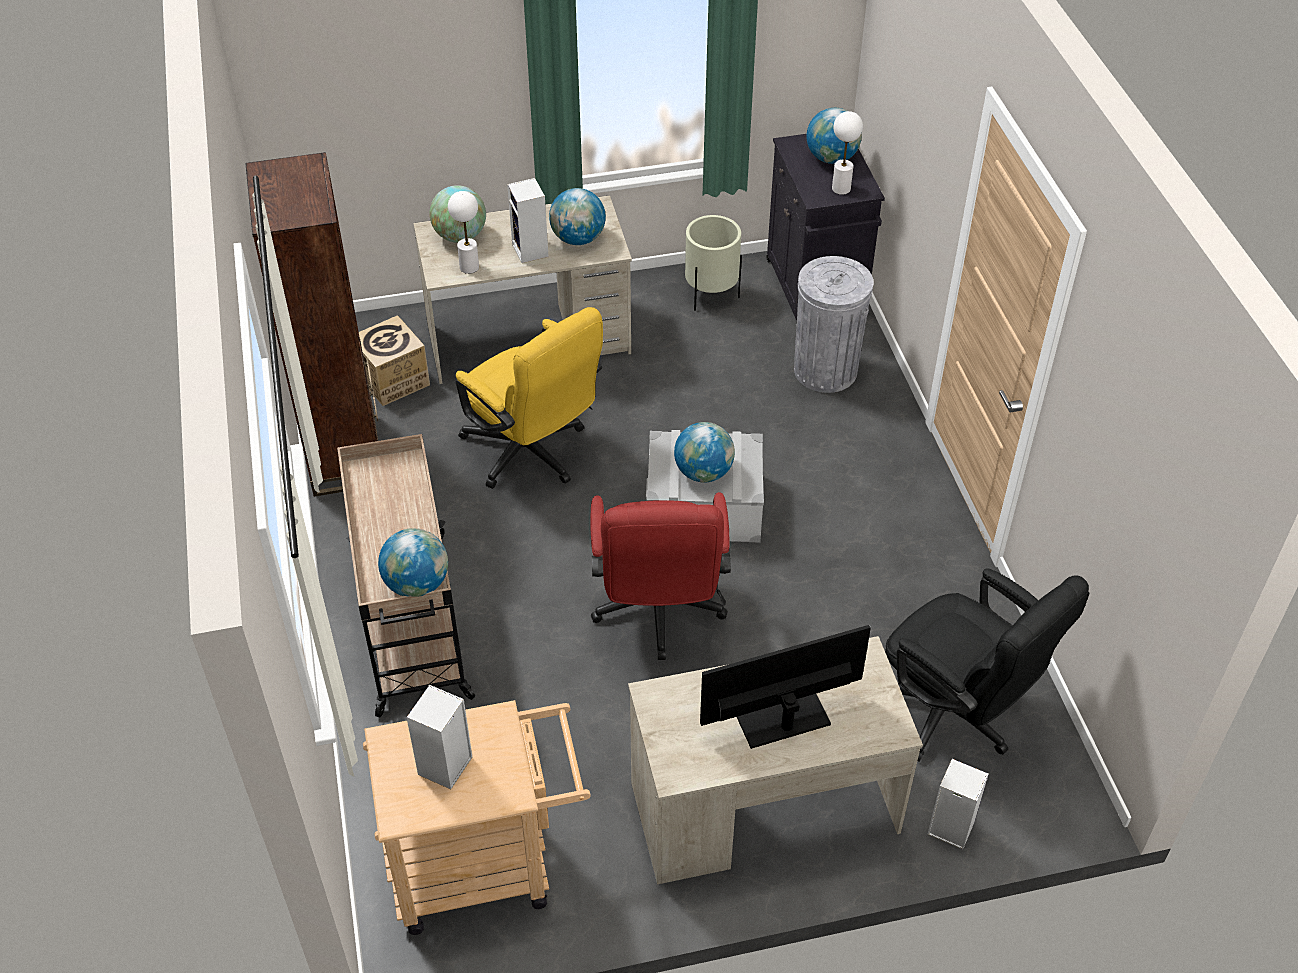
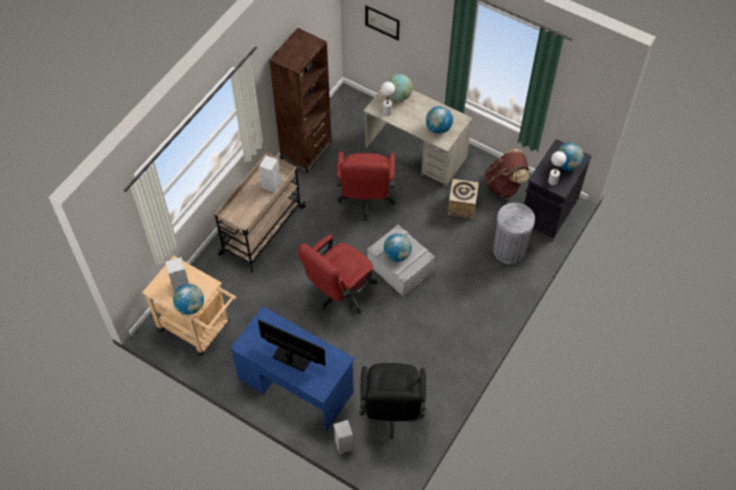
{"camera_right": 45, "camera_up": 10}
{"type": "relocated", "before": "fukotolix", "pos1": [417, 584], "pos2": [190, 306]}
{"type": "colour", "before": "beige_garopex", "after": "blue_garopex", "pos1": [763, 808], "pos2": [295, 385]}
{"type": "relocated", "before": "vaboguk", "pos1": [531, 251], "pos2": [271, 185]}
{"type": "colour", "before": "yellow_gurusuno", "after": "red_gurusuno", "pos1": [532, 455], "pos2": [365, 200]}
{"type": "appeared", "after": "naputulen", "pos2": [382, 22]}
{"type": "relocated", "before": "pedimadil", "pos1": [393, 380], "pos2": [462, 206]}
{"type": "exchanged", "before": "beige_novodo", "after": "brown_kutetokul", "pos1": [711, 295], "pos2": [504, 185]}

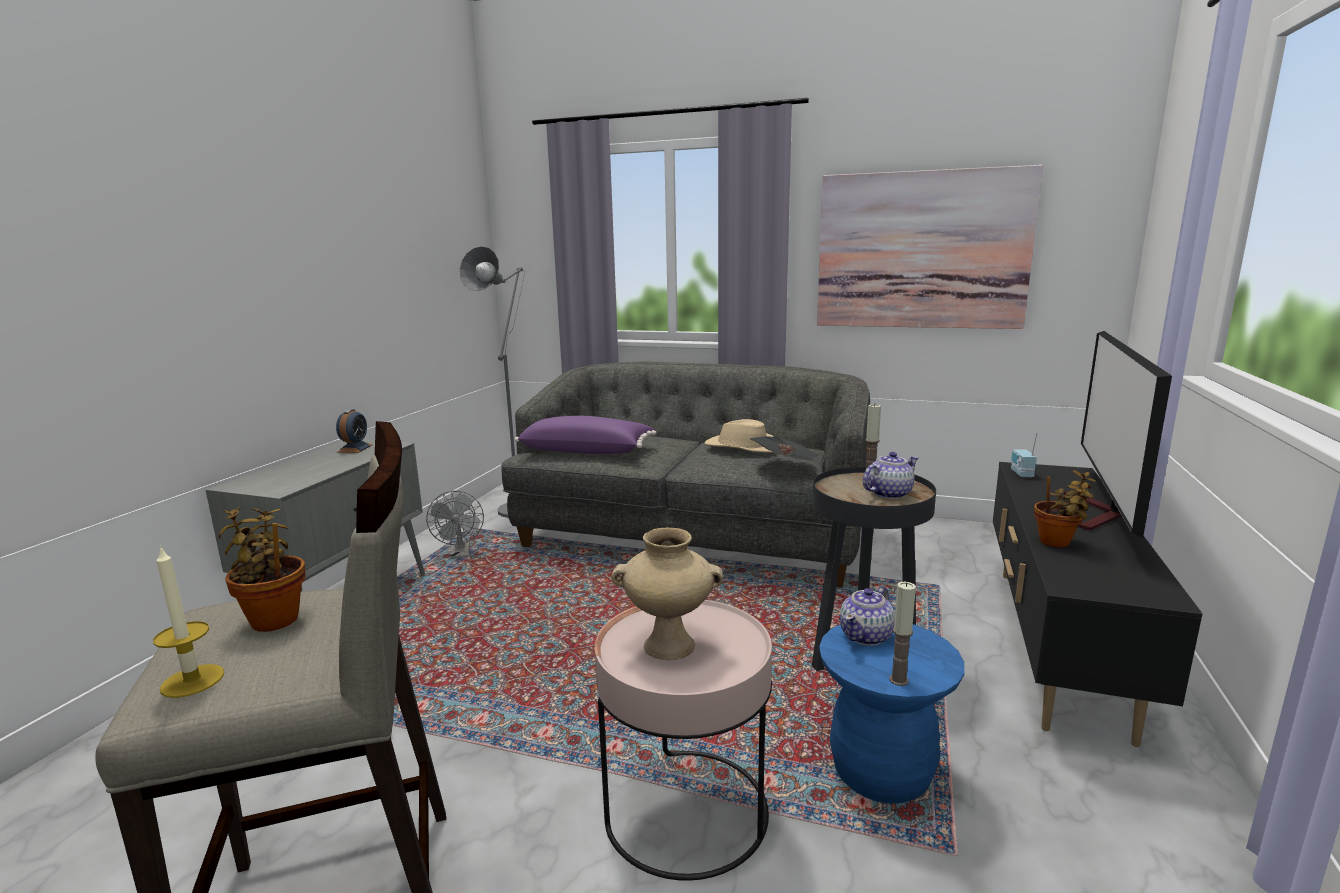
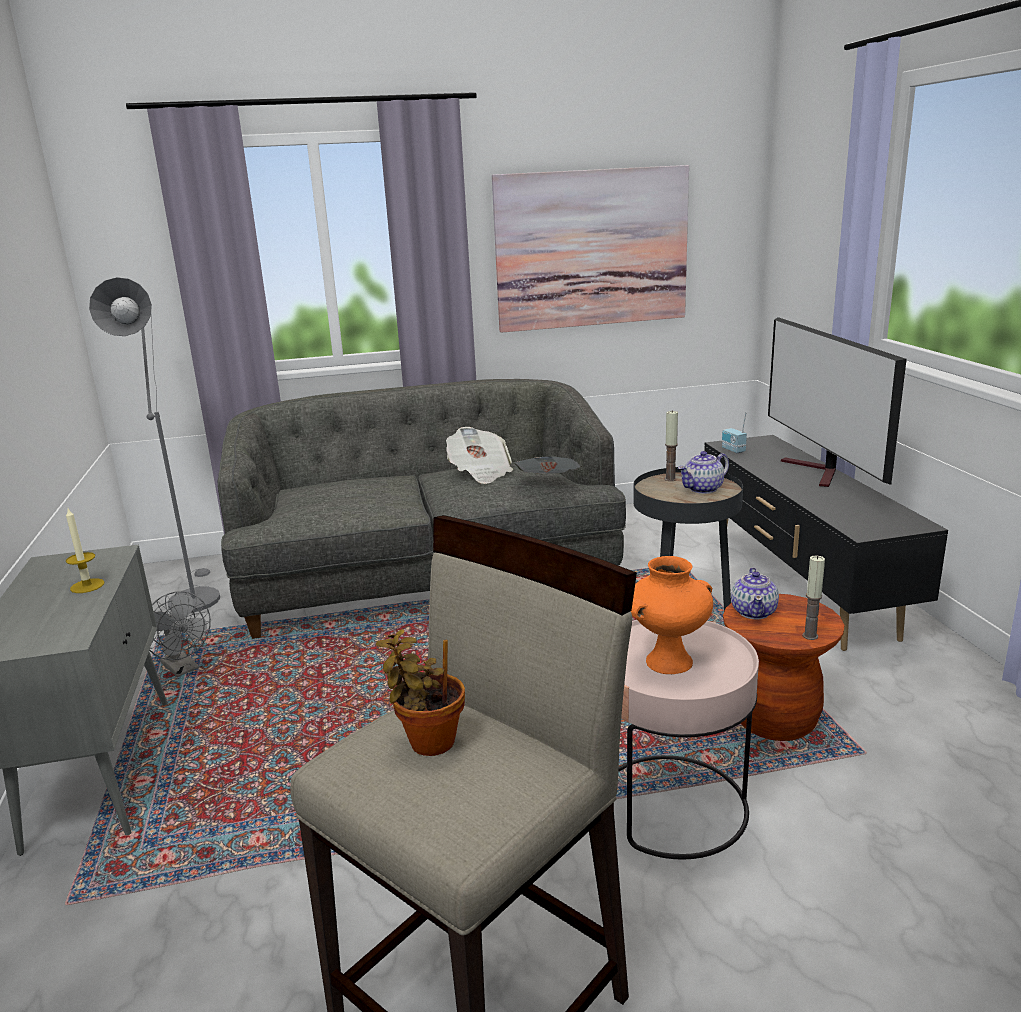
{"camera_right": -30, "camera_up": 5}
{"type": "relocated", "before": "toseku", "pos1": [192, 681], "pos2": [87, 586]}
{"type": "exchanged", "before": "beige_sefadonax", "after": "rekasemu", "pos1": [742, 447], "pos2": [480, 472]}
{"type": "colour", "before": "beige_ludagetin", "after": "orange_ludagetin", "pos1": [670, 645], "pos2": [669, 661]}
{"type": "spun", "before": "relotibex", "pos1": [889, 493], "pos2": [703, 489], "turn": -150}
{"type": "colour", "before": "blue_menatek", "after": "brown_menatek", "pos1": [881, 773], "pos2": [774, 721]}
{"type": "missing", "before": "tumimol", "pos1": [355, 448]}
{"type": "missing", "before": "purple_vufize", "pos1": [587, 451]}
{"type": "missing", "before": "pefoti", "pos1": [1057, 543]}

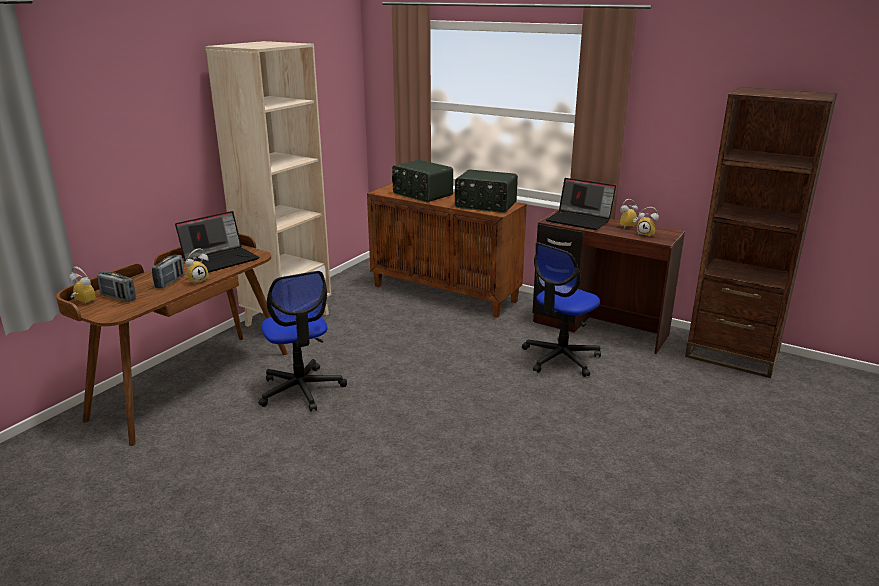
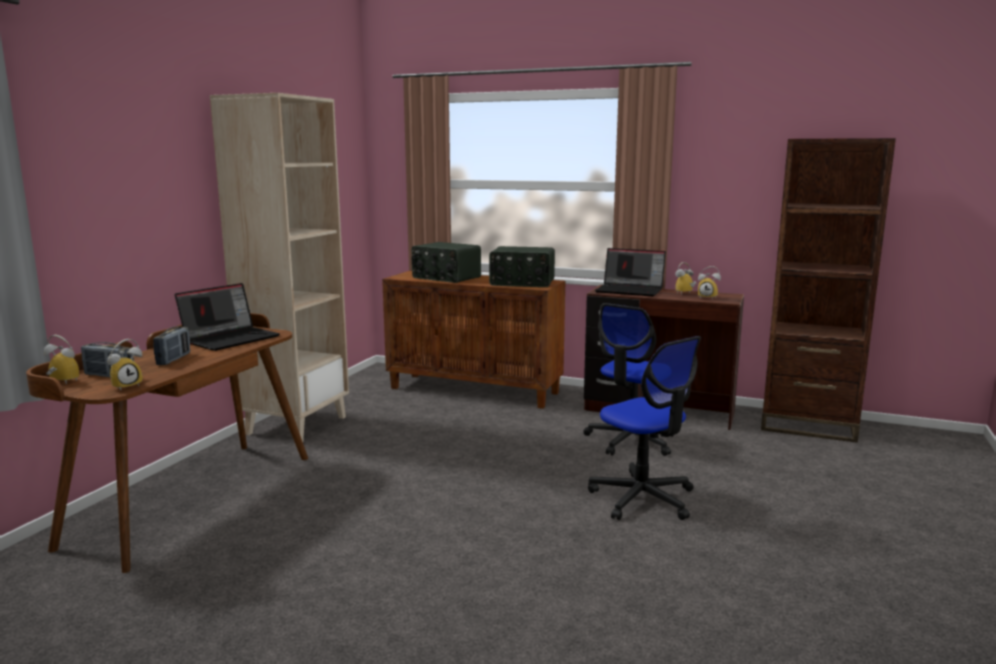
{"camera_right": -10, "camera_up": -10}
{"type": "relocated", "before": "tumimol", "pos1": [198, 280], "pos2": [126, 386]}
{"type": "relocated", "before": "gurusuno", "pos1": [301, 390], "pos2": [643, 498]}

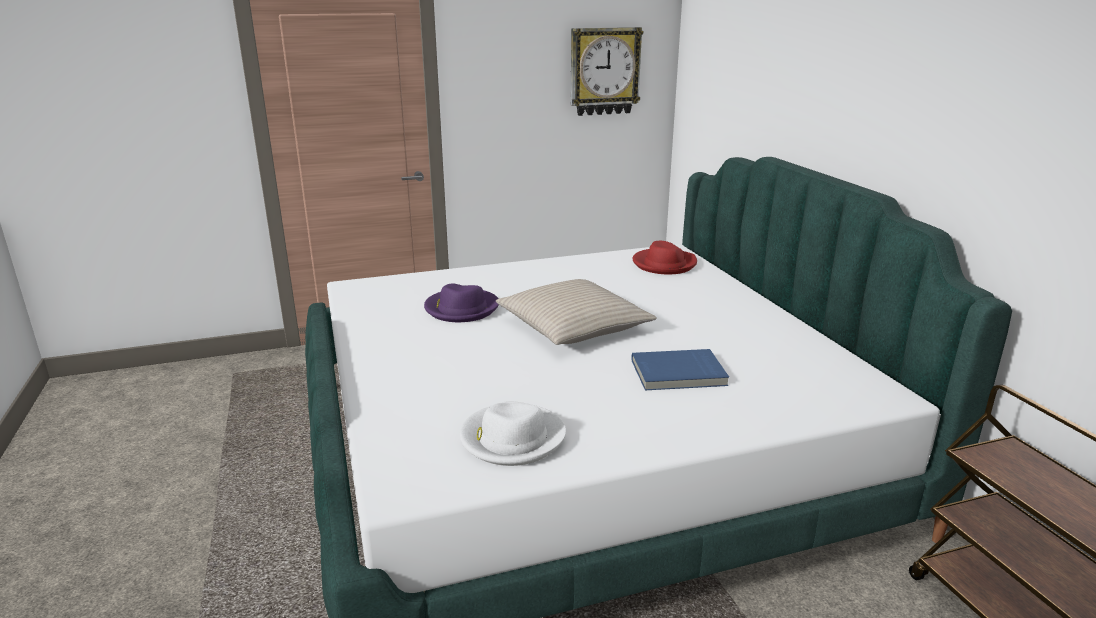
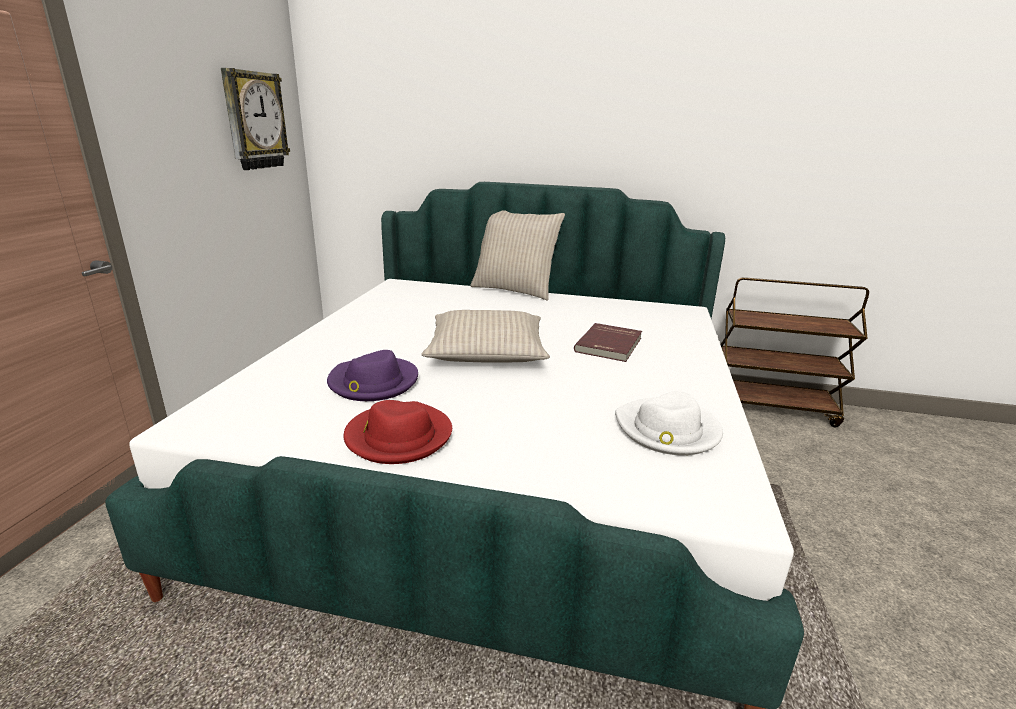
{"camera_right": -60, "camera_up": 0}
{"type": "relocated", "before": "red_sefadonax", "pos1": [664, 264], "pos2": [398, 437]}
{"type": "appeared", "after": "beige_vufize", "pos2": [514, 290]}
{"type": "colour", "before": "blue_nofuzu", "after": "red_nofuzu", "pos1": [678, 373], "pos2": [610, 345]}

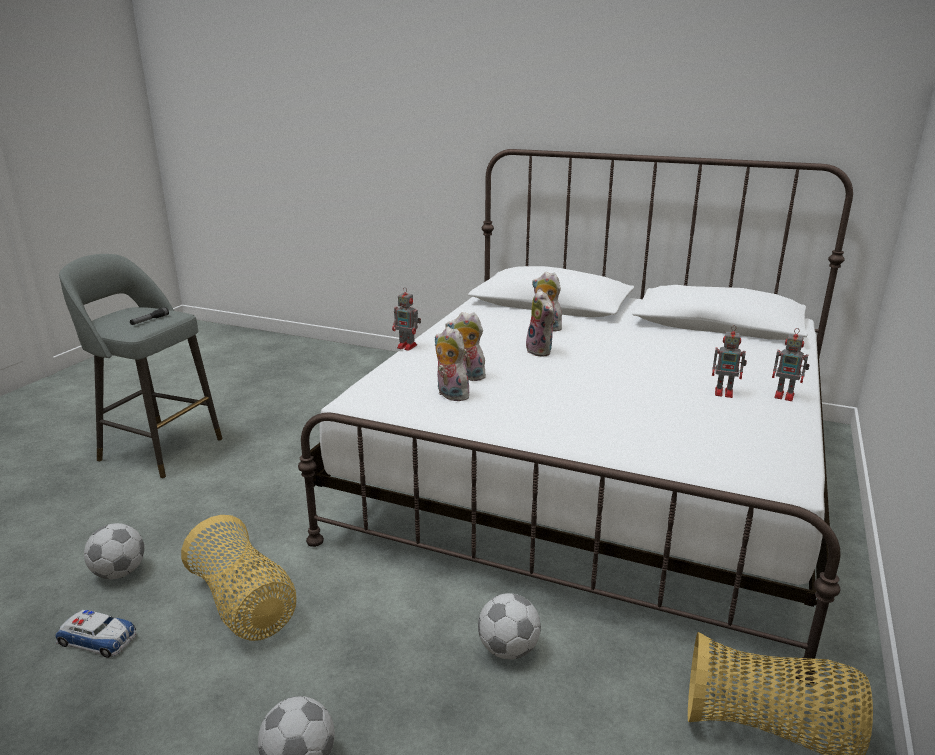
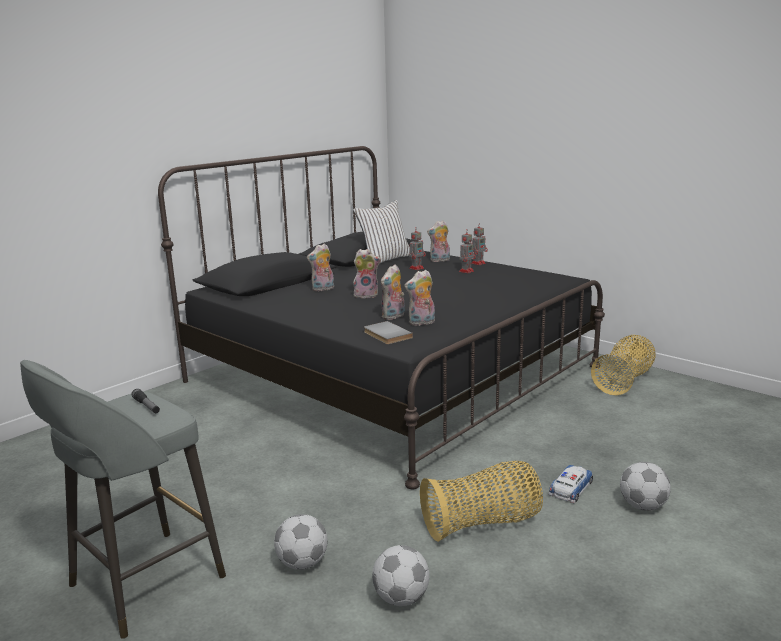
{"camera_right": -70, "camera_up": -5}
{"type": "colour", "before": "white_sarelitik", "after": "black_sarelitik", "pos1": [592, 474], "pos2": [390, 374]}
{"type": "relocated", "before": "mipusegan", "pos1": [508, 650], "pos2": [302, 563]}
{"type": "appeared", "after": "white_vufize", "pos2": [384, 260]}
{"type": "appeared", "after": "grey_nofuzu", "pos2": [386, 335]}
{"type": "relocated", "before": "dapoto", "pos1": [408, 346], "pos2": [417, 268]}
{"type": "appeared", "after": "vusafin", "pos2": [439, 260]}
{"type": "relocated", "before": "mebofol", "pos1": [98, 639], "pos2": [571, 488]}

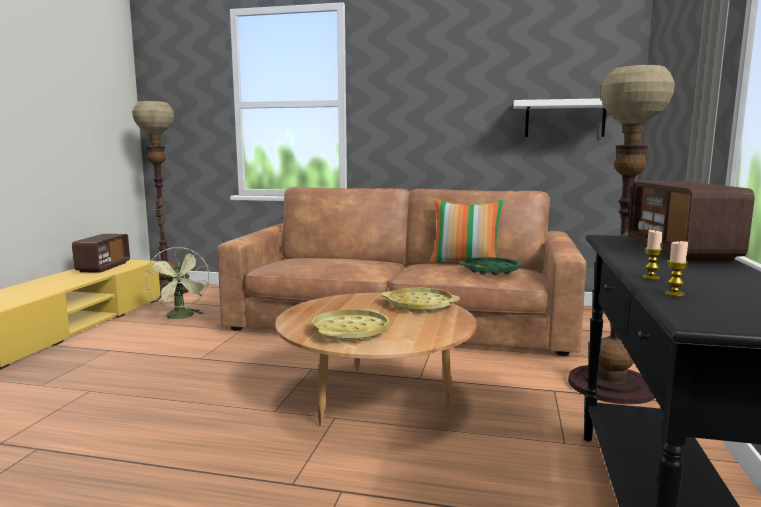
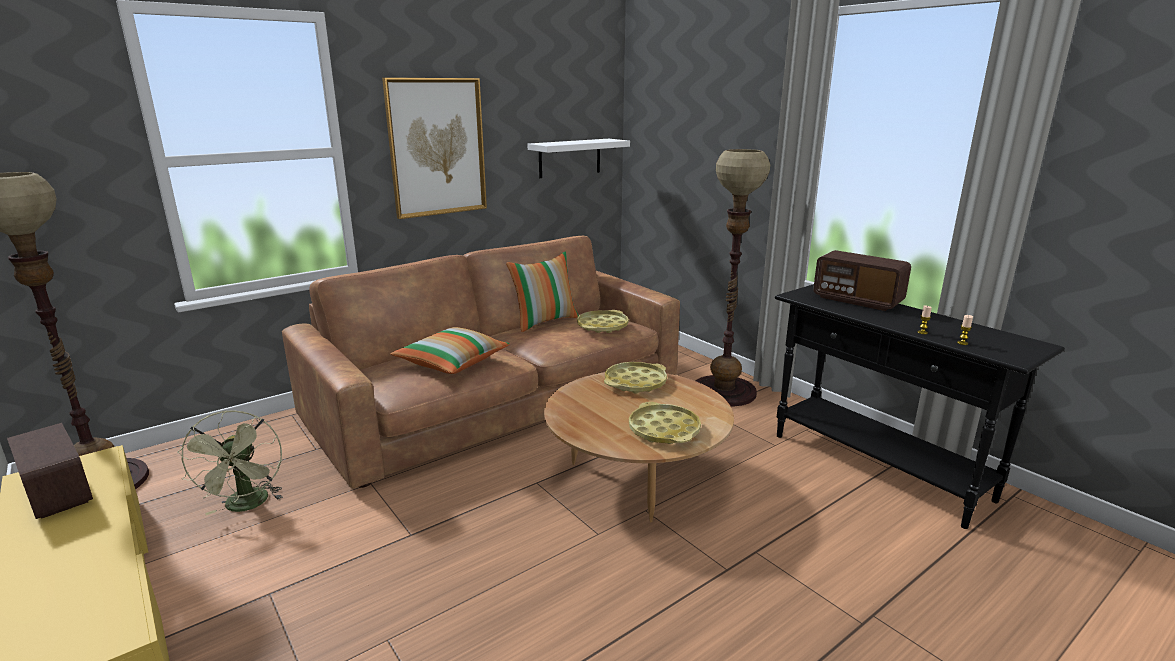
{"camera_right": -50, "camera_up": 10}
{"type": "spun", "before": "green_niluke", "pos1": [182, 317], "pos2": [247, 506], "turn": 60}
{"type": "appeared", "after": "naputulen", "pos2": [437, 147]}
{"type": "appeared", "after": "vufize", "pos2": [452, 363]}
{"type": "colour", "before": "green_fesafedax", "after": "yellow_fesafedax", "pos1": [491, 270], "pos2": [602, 326]}

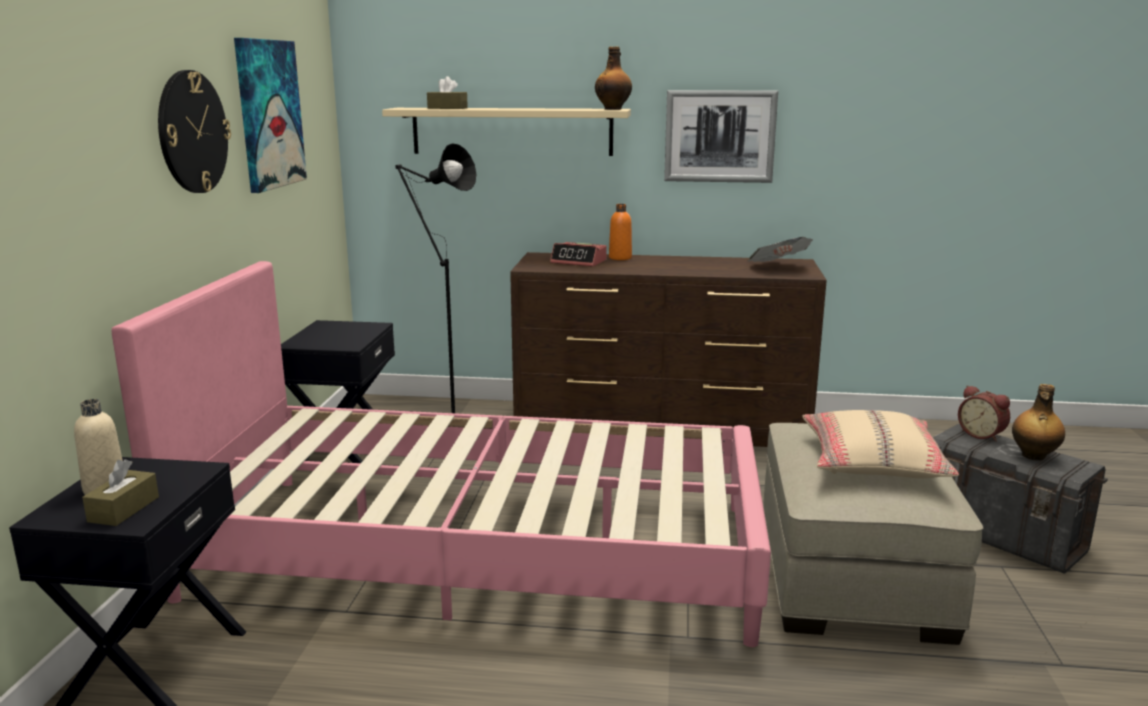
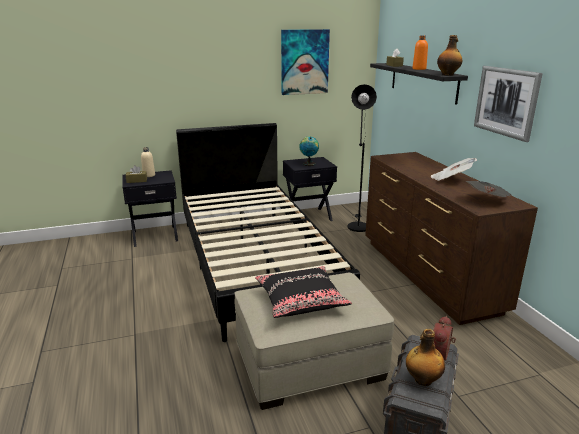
{"camera_right": 65, "camera_up": 5}
{"type": "colour", "before": "pink_sarelitik", "after": "black_sarelitik", "pos1": [479, 550], "pos2": [255, 262]}
{"type": "colour", "before": "beige_vufize", "after": "black_vufize", "pos1": [872, 462], "pos2": [301, 300]}
{"type": "appeared", "after": "fukotolix", "pos2": [308, 164]}
{"type": "colour", "before": "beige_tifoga", "after": "black_tifoga", "pos1": [512, 131], "pos2": [423, 82]}
{"type": "relocated", "before": "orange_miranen", "pos1": [620, 258], "pos2": [419, 69]}
{"type": "appeared", "after": "rekasemu", "pos2": [451, 179]}
{"type": "missing", "before": "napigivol", "pos1": [192, 132]}
{"type": "missing", "before": "tumimol", "pos1": [579, 262]}

